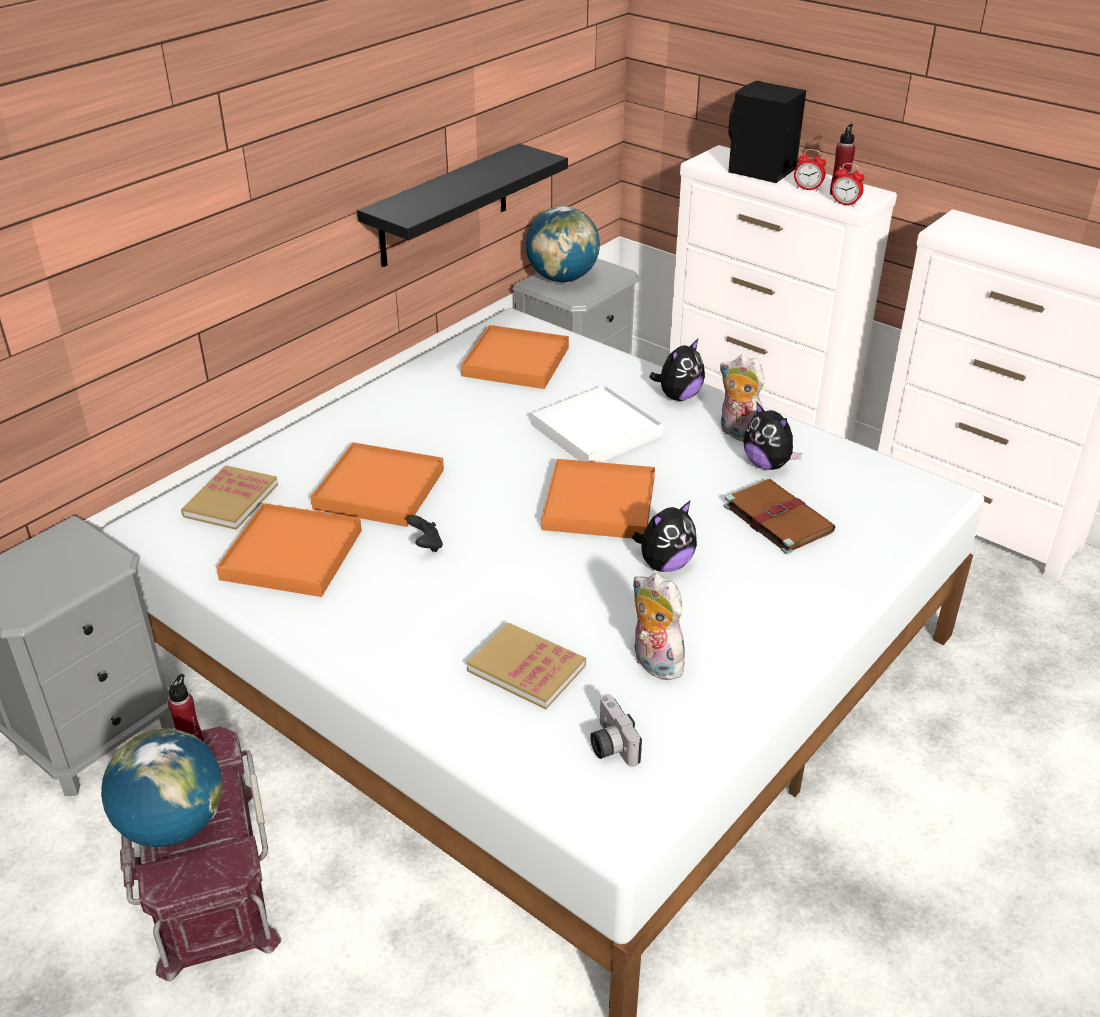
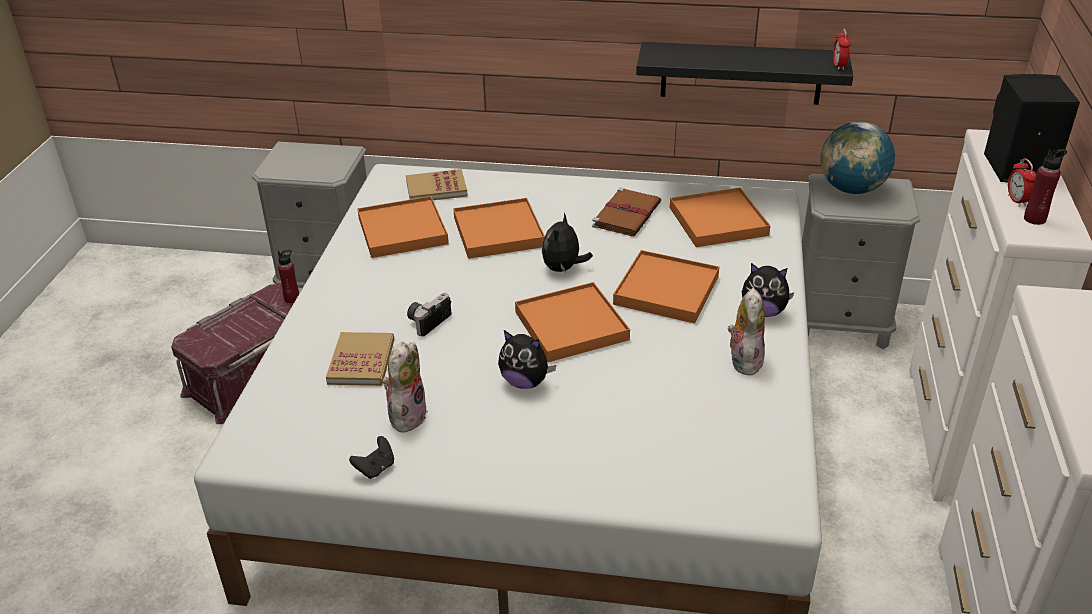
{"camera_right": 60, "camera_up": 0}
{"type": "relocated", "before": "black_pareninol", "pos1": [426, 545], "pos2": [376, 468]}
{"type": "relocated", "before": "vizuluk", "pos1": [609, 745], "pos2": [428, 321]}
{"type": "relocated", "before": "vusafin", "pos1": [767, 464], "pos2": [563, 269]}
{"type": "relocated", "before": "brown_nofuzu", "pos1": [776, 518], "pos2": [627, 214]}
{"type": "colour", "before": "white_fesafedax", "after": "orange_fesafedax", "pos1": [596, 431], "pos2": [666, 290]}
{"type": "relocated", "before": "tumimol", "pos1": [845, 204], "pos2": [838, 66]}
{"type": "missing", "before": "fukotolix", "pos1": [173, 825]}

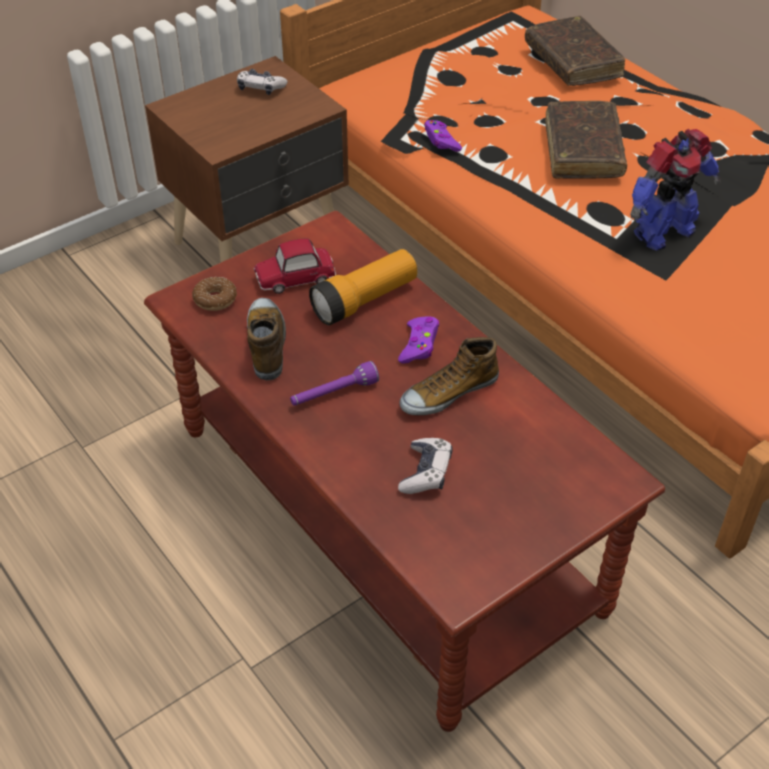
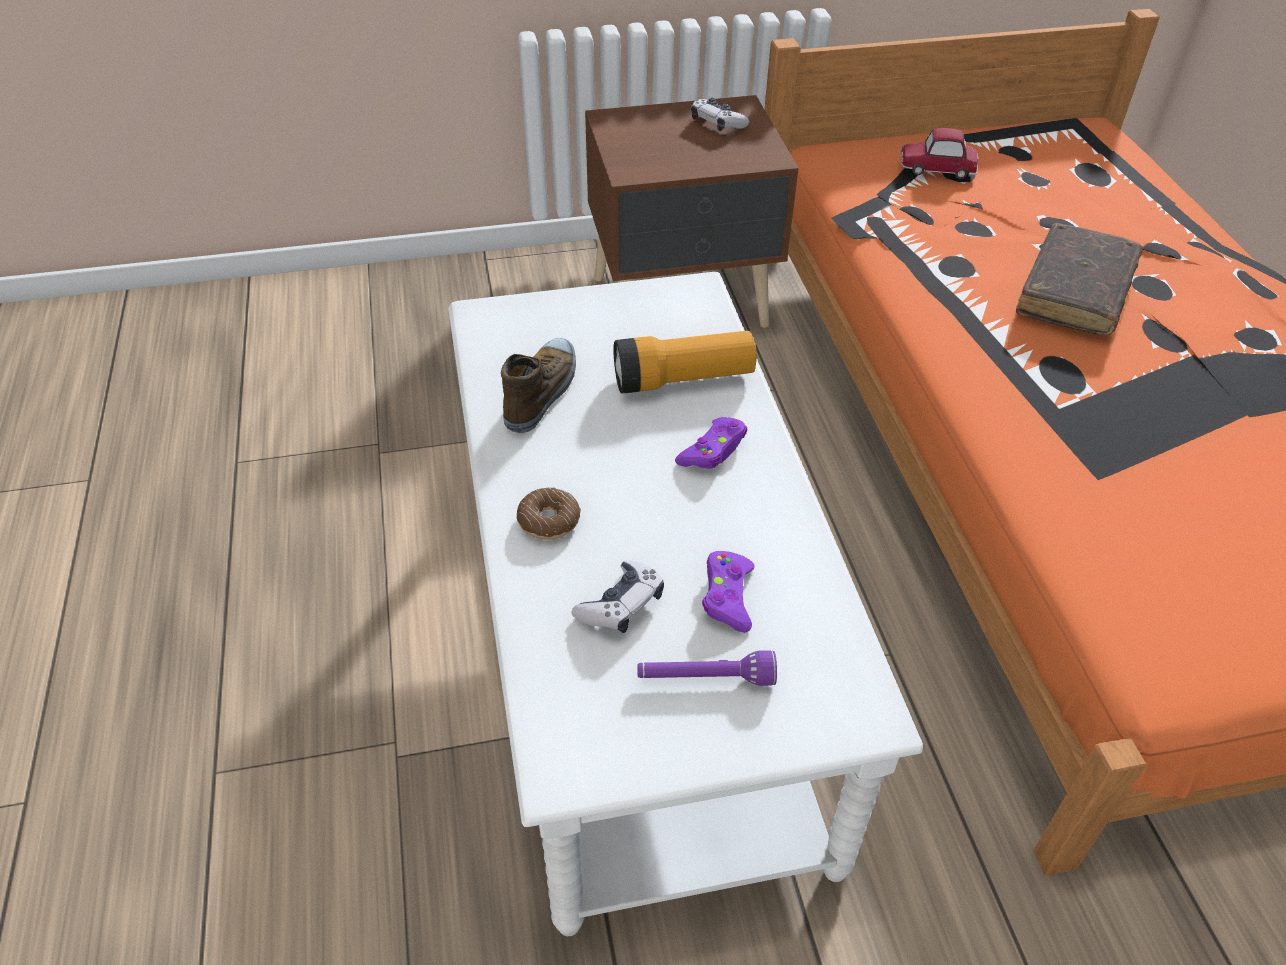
{"camera_right": 25, "camera_up": 0}
{"type": "colour", "before": "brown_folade", "after": "white_folade", "pos1": [385, 517], "pos2": [641, 647]}
{"type": "relocated", "before": "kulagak", "pos1": [215, 299], "pos2": [549, 521]}
{"type": "relocated", "before": "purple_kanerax", "pos1": [334, 394], "pos2": [705, 679]}
{"type": "relocated", "before": "purple_pareninol", "pos1": [441, 141], "pos2": [727, 597]}
{"type": "relocated", "before": "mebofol", "pos1": [295, 277], "pos2": [937, 168]}
{"type": "missing", "before": "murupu", "pos1": [448, 393]}
{"type": "missing", "before": "brown_nofuzu", "pos1": [572, 62]}
{"type": "missing", "before": "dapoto", "pos1": [662, 232]}

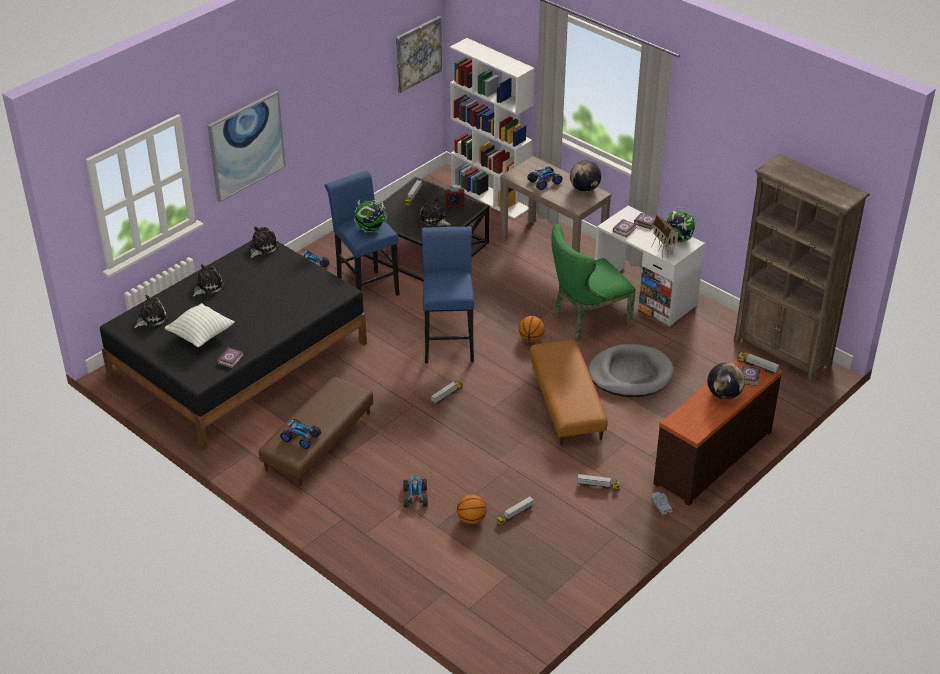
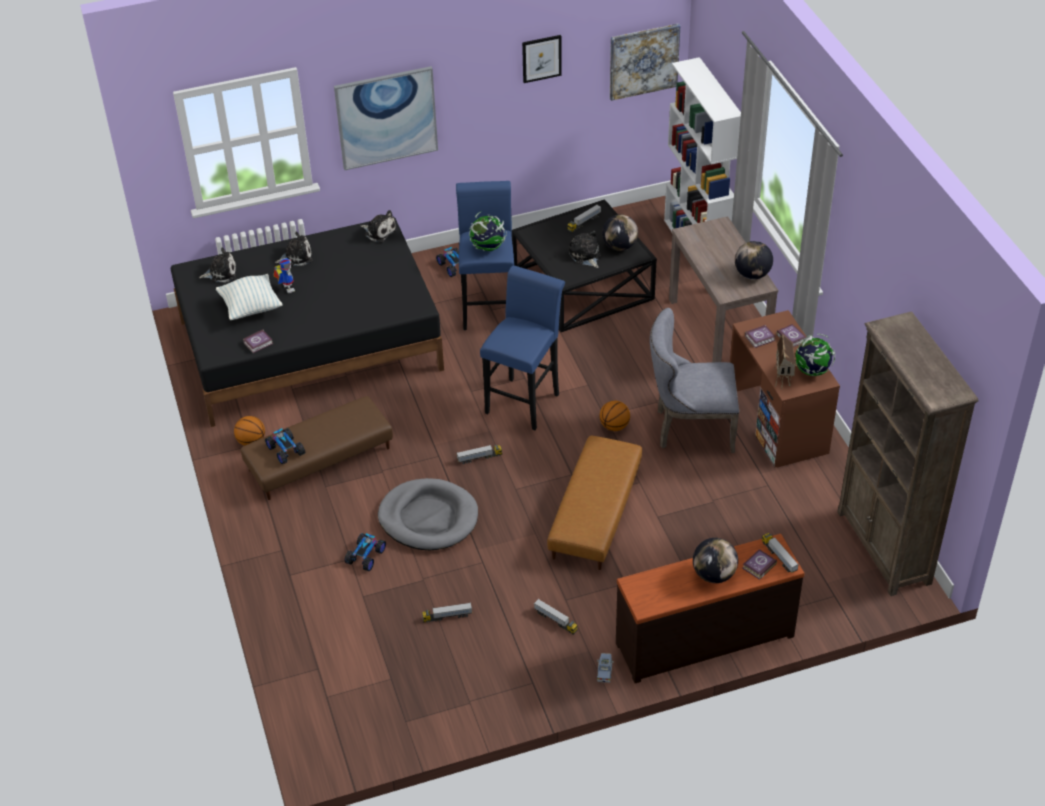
{"camera_right": 30, "camera_up": 5}
{"type": "relocated", "before": "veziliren", "pos1": [471, 519], "pos2": [251, 442]}
{"type": "appeared", "after": "dapoto", "pos2": [286, 288]}
{"type": "spun", "before": "vusafin", "pos1": [262, 247], "pos2": [379, 232], "turn": 60}
{"type": "relocated", "before": "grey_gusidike", "pos1": [630, 374], "pos2": [428, 518]}
{"type": "appeared", "after": "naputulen", "pos2": [541, 58]}
{"type": "exchanged", "before": "tumimol", "after": "fukotolix", "pos1": [454, 205], "pos2": [619, 246]}
{"type": "colour", "before": "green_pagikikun", "after": "grey_pagikikun", "pos1": [587, 321], "pos2": [689, 428]}
{"type": "colour", "before": "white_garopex", "after": "brown_garopex", "pos1": [645, 296], "pos2": [777, 422]}
{"type": "missing", "before": "mebofol", "pos1": [545, 182]}

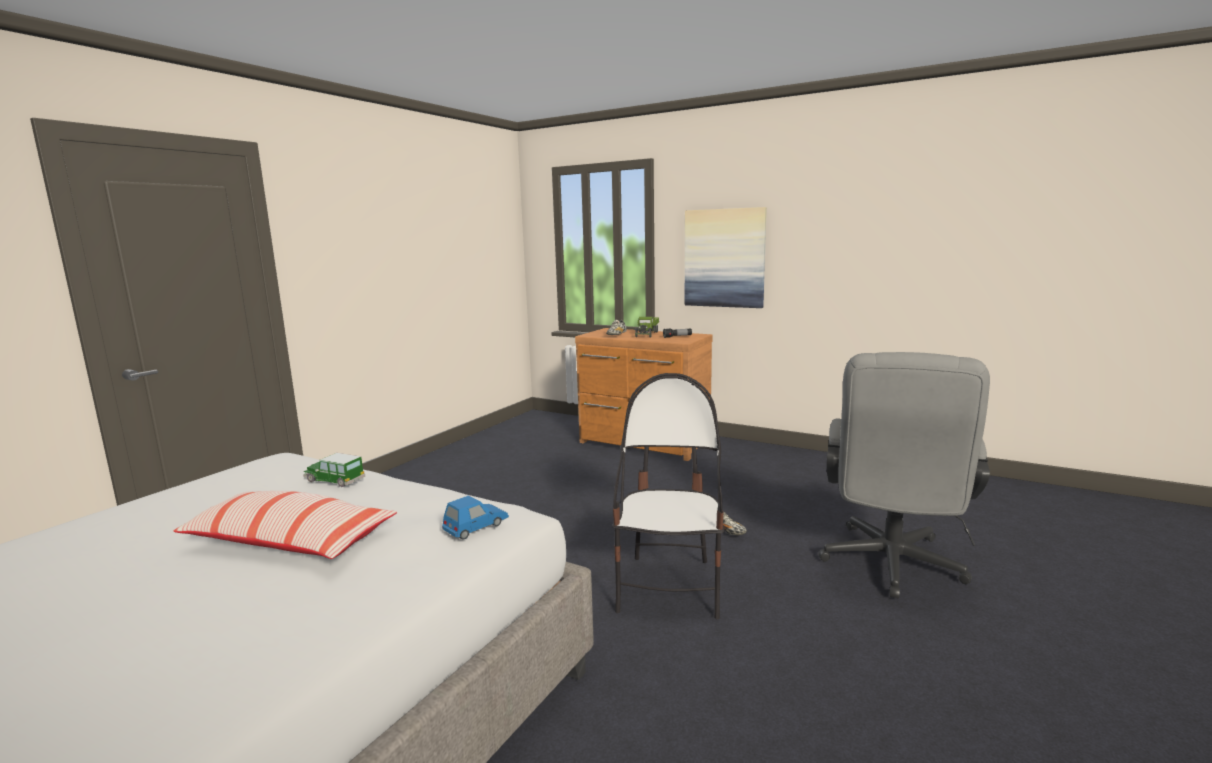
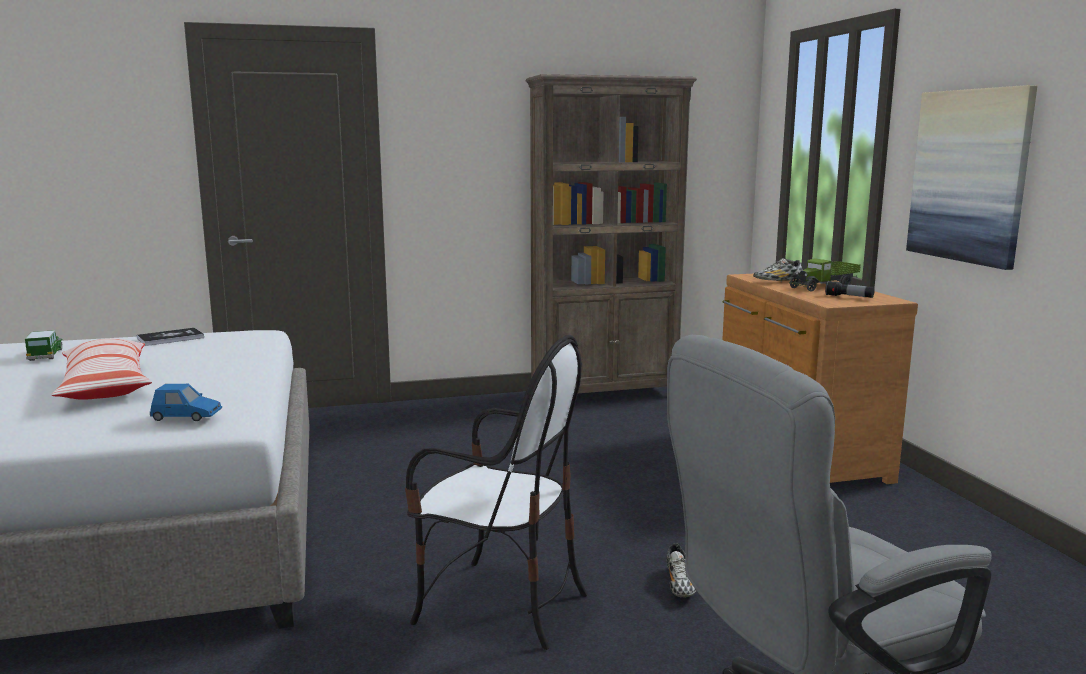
{"camera_right": 45, "camera_up": 0}
{"type": "relocated", "before": "mebofol", "pos1": [334, 480], "pos2": [45, 355]}
{"type": "appeared", "after": "nofuzu", "pos2": [170, 338]}
{"type": "spun", "before": "pagikikun", "pos1": [669, 587], "pos2": [500, 605], "turn": 60}
{"type": "appeared", "after": "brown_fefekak", "pos2": [605, 394]}

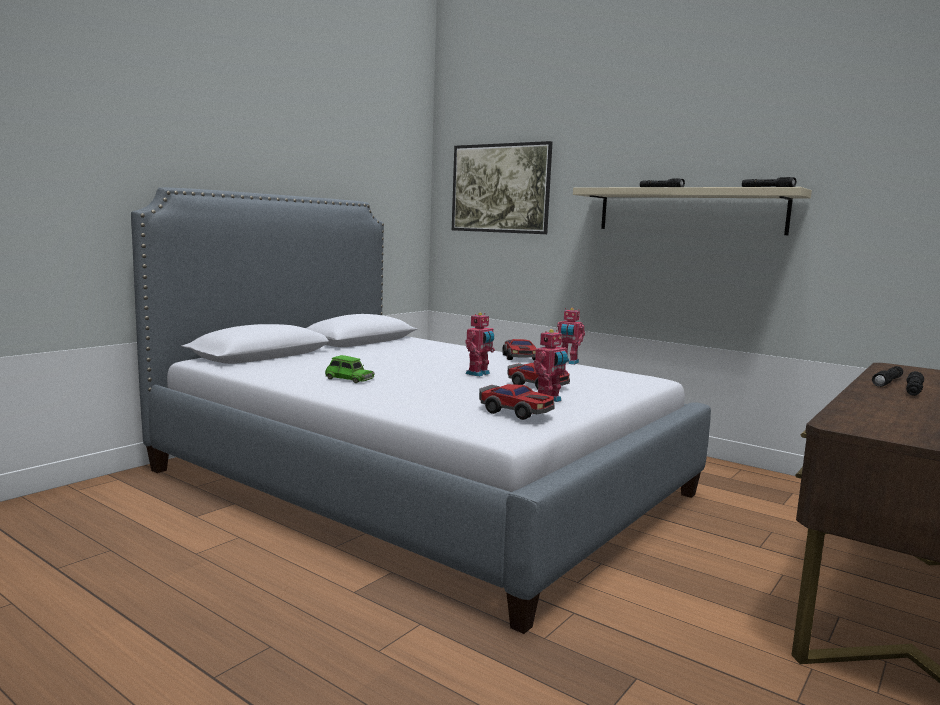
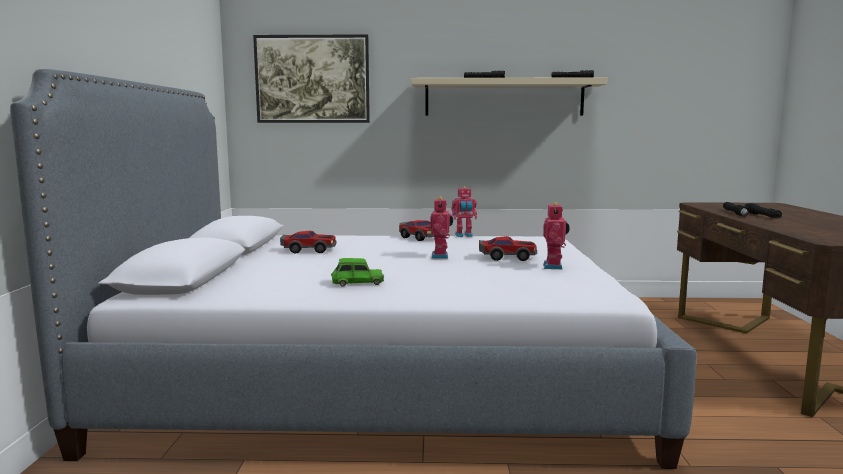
{"camera_right": -35, "camera_up": 0}
{"type": "relocated", "before": "mebofol", "pos1": [516, 411], "pos2": [309, 250]}

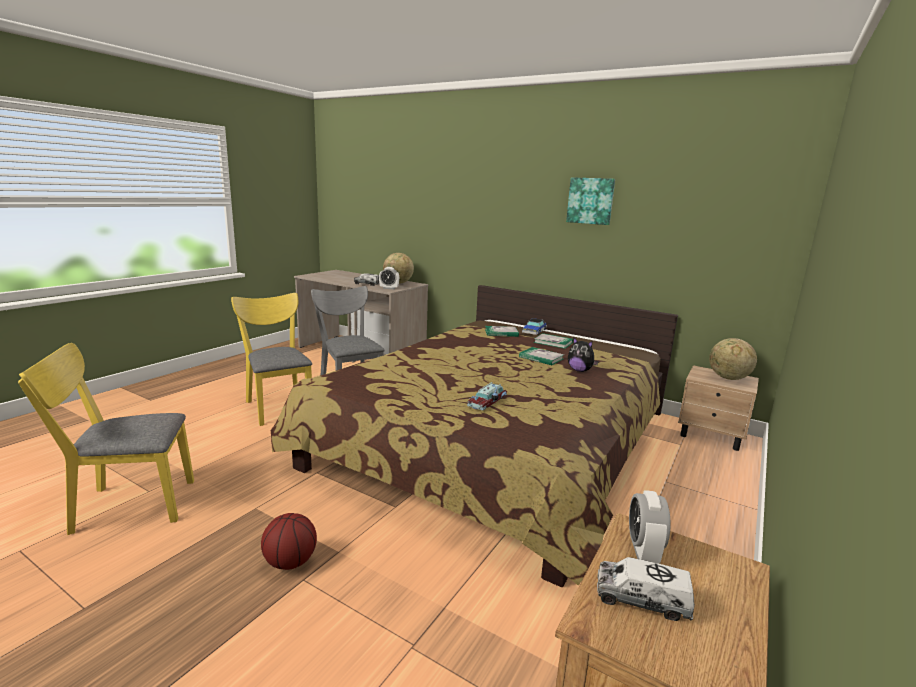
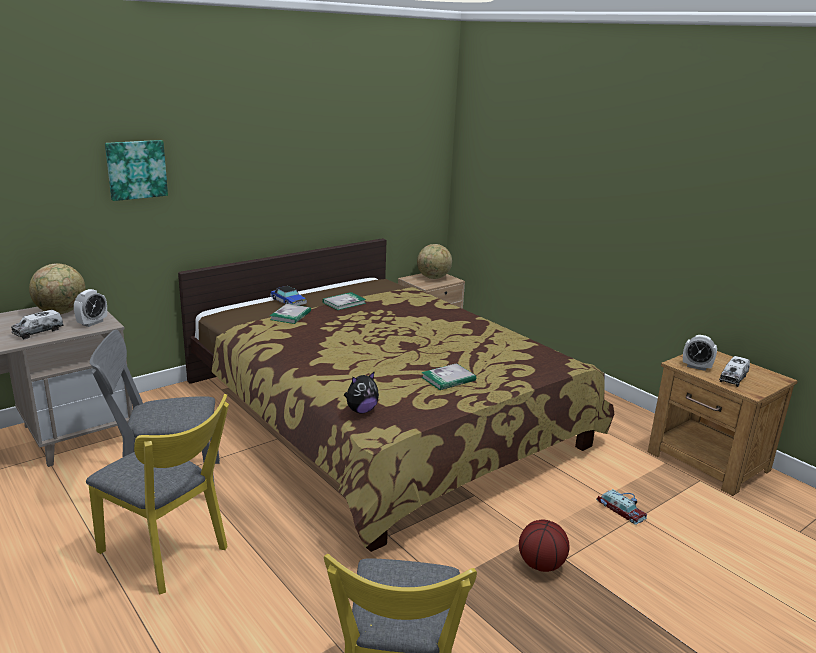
{"camera_right": -70, "camera_up": 5}
{"type": "spun", "before": "yellow_pagikikun", "pos1": [278, 406], "pos2": [169, 554], "turn": -135}
{"type": "relocated", "before": "naputulen", "pos1": [590, 201], "pos2": [136, 169]}
{"type": "relocated", "before": "vusafin", "pos1": [580, 370], "pos2": [361, 410]}
{"type": "relocated", "before": "nofuzu", "pos1": [541, 358], "pos2": [448, 379]}
{"type": "relocated", "before": "mebofol", "pos1": [488, 401], "pos2": [621, 509]}

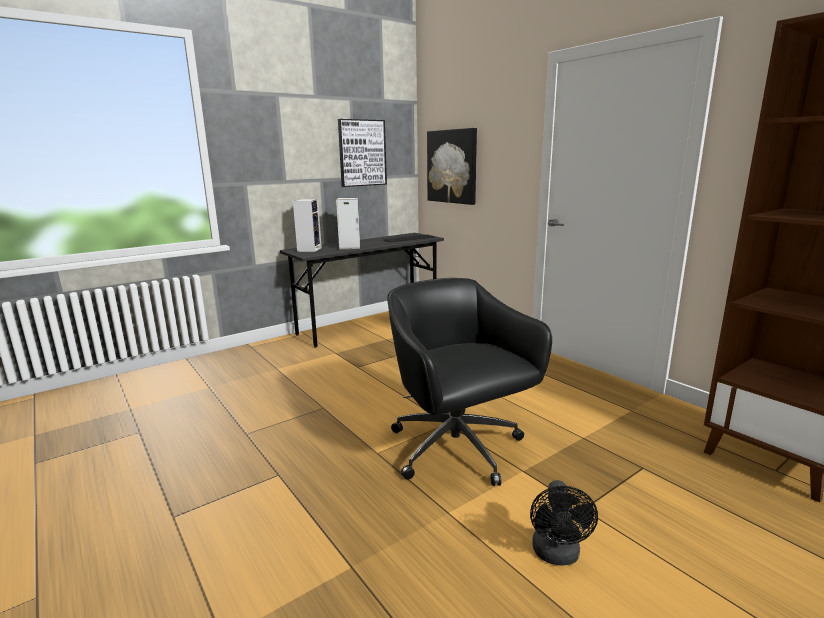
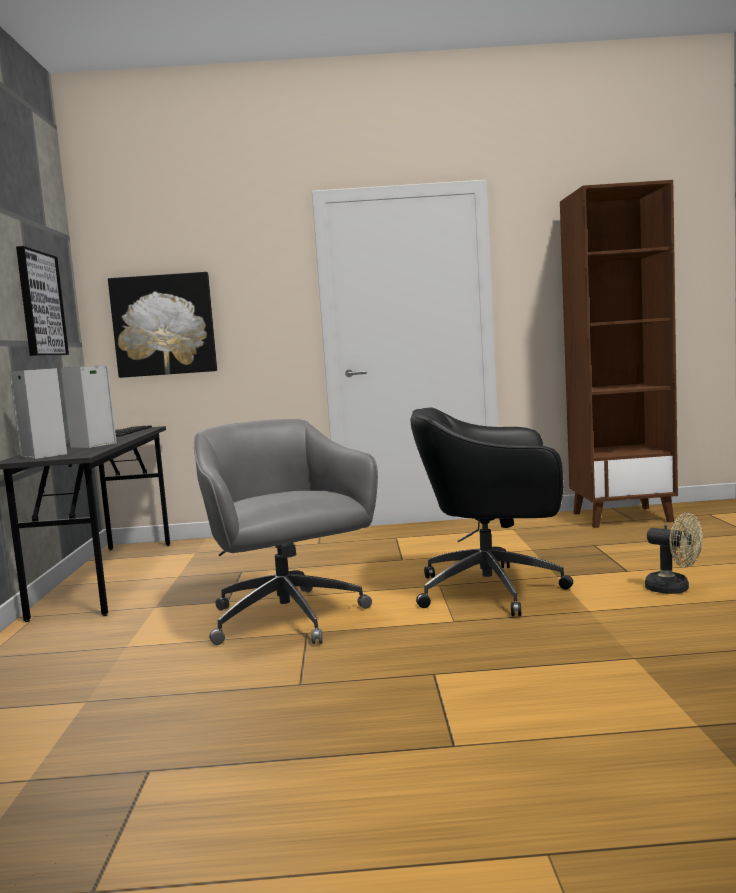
{"camera_right": -55, "camera_up": -10}
{"type": "appeared", "after": "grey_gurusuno", "pos2": [288, 619]}
{"type": "colour", "before": "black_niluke", "after": "beige_niluke", "pos1": [557, 555], "pos2": [674, 589]}

